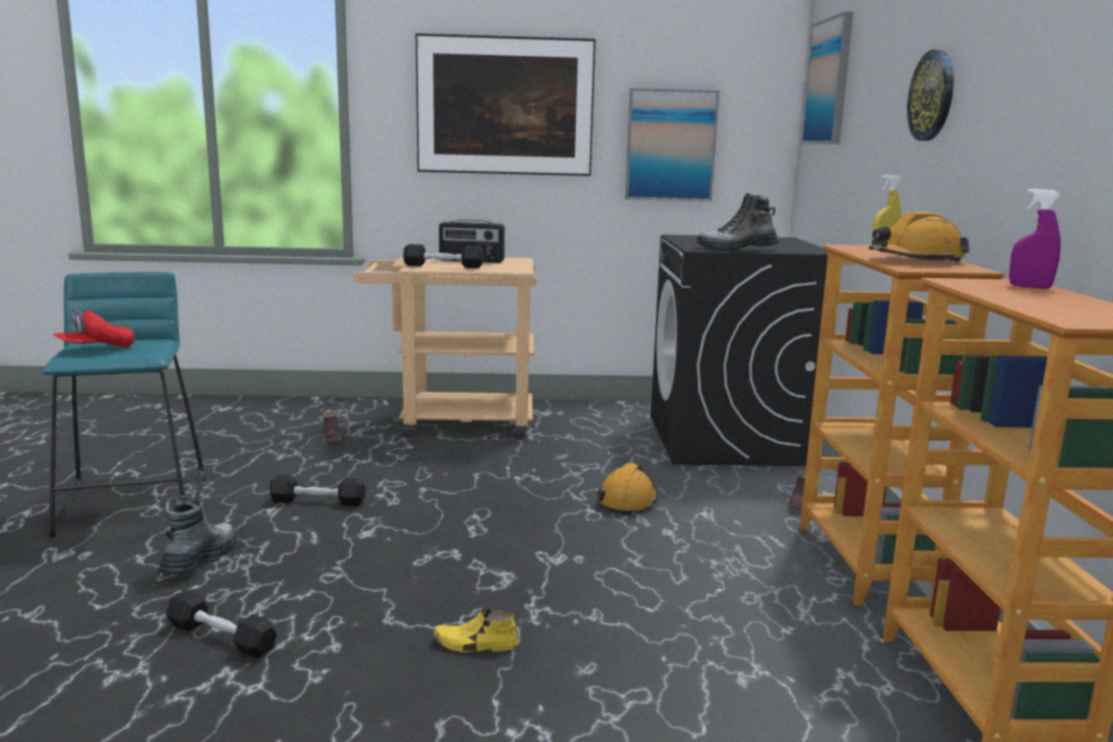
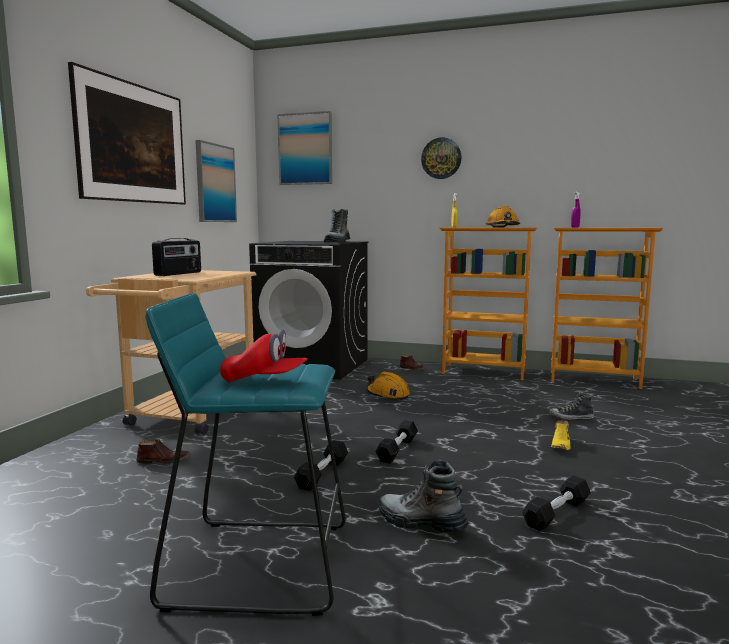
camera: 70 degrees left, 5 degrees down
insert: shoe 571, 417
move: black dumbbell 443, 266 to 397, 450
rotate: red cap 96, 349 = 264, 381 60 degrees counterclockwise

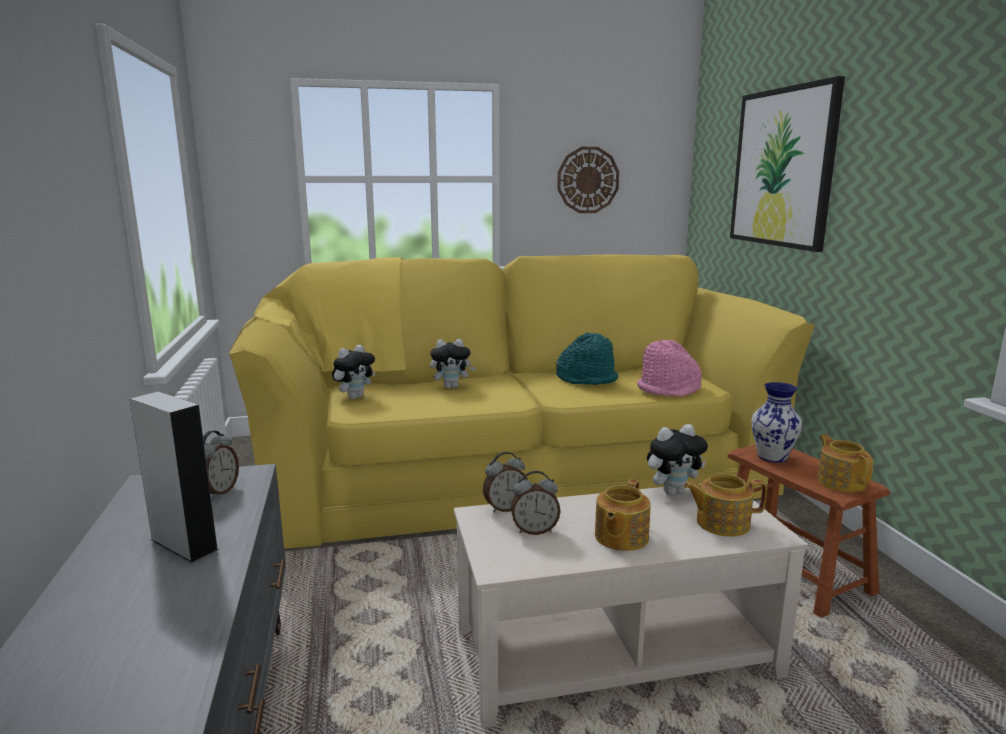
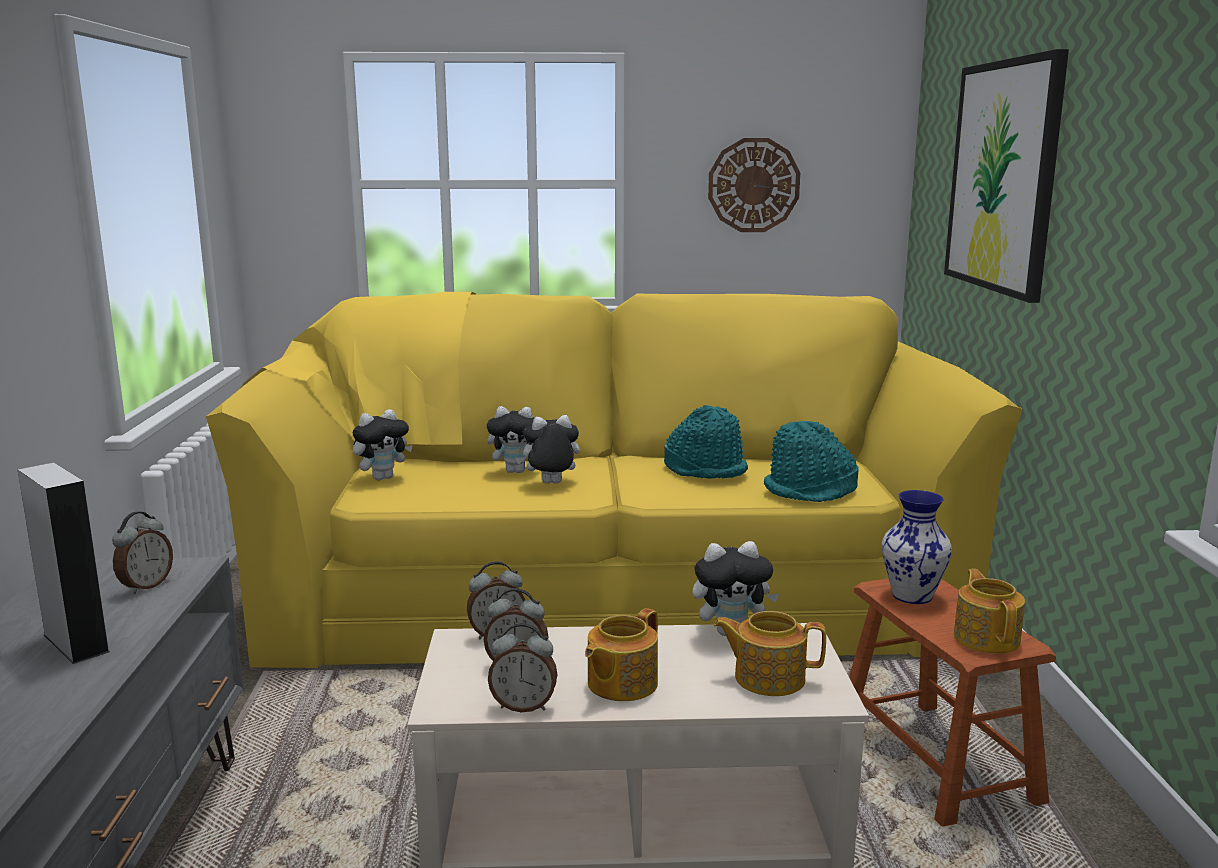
camera: 10 degrees right, 0 degrees up
insert: alarm clock 523, 706; plush toy 550, 484
recolor: pink hat 669, 389 to turquoise hat 810, 491

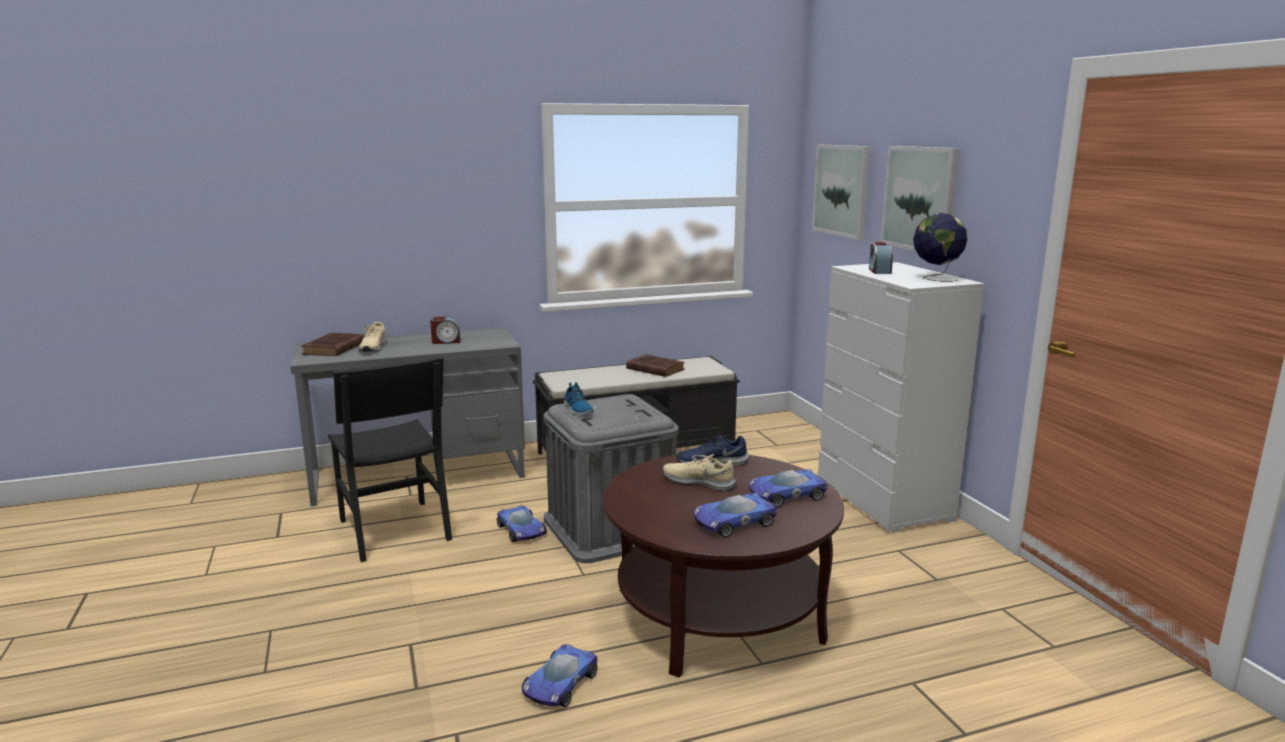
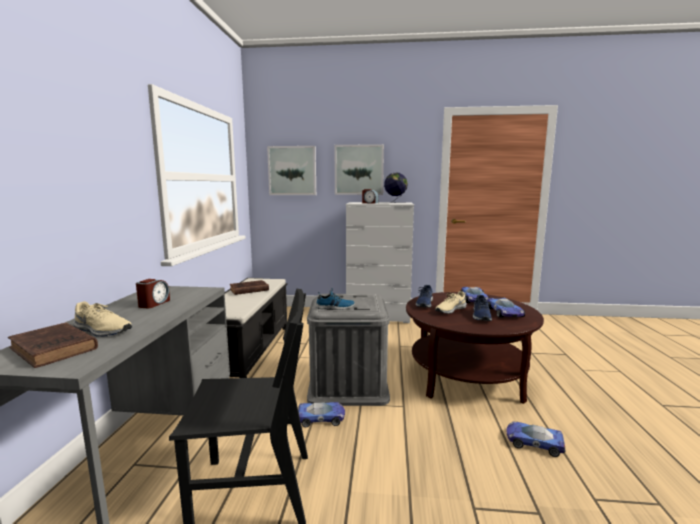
camera: 65 degrees left, 5 degrees down
insert: blue shoe 481, 316
rotate: toy car 559, 684 = 533, 442 150 degrees clockwise

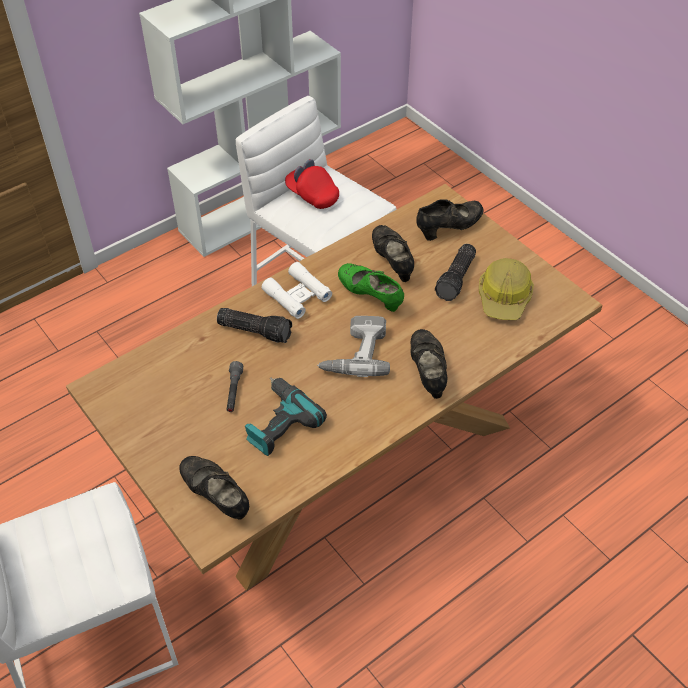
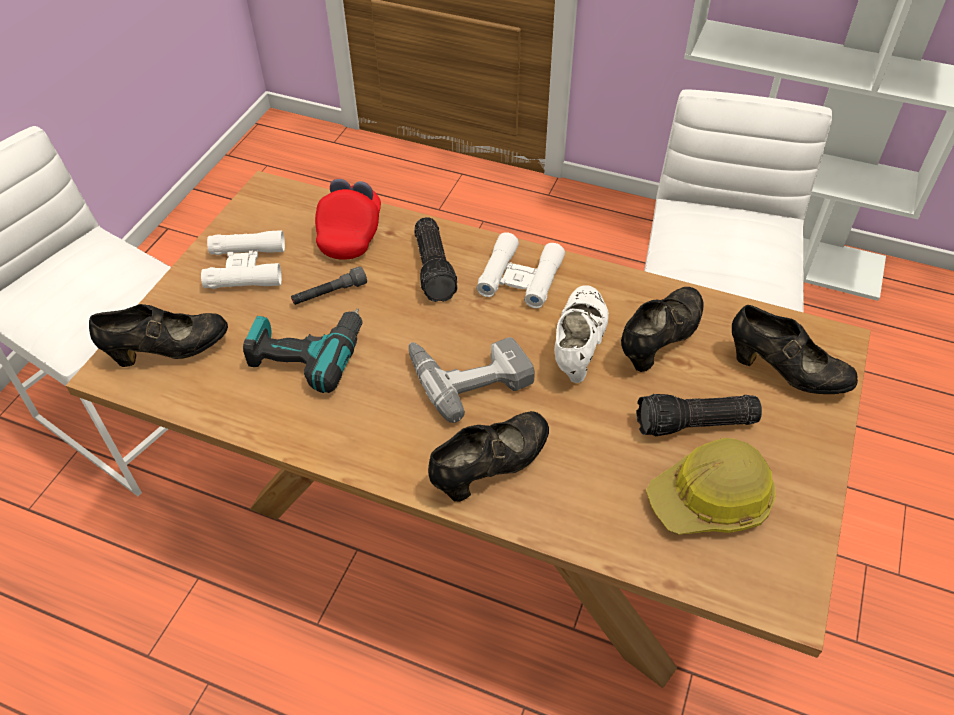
camera: 60 degrees right, 0 degrees up
insert: white binoculars 246, 267
move: red cap 312, 195 to 351, 233
recolor: green shoe 370, 296 to white shoe 578, 346
rotate: black shoe 216, 497 = 168, 351 60 degrees clockwise

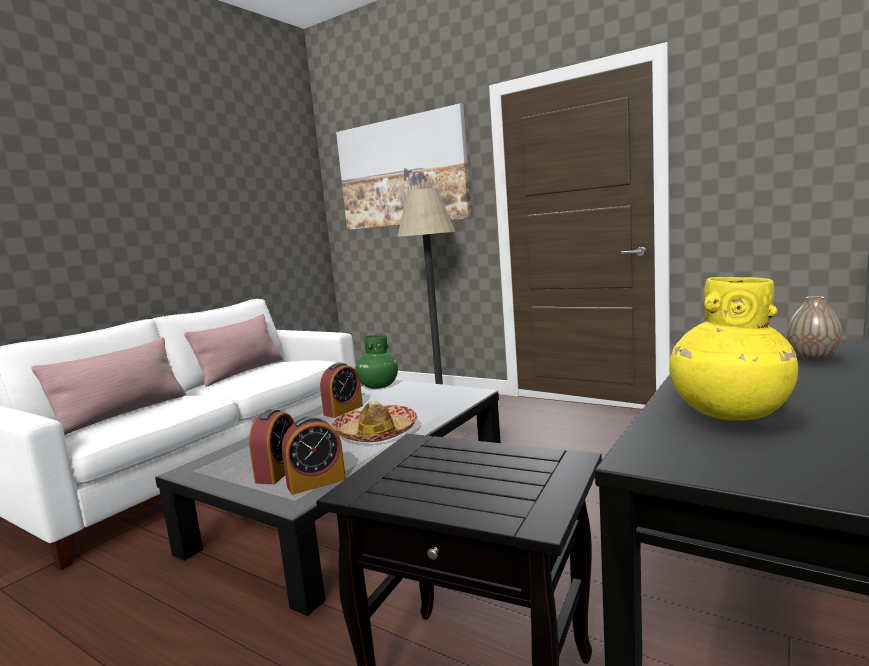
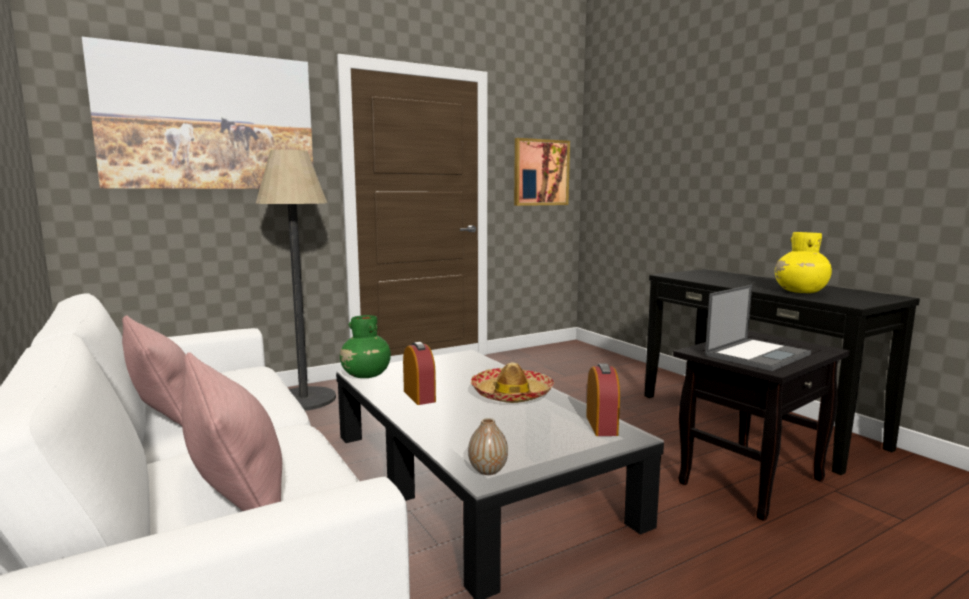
camera: 65 degrees left, 0 degrees up
delete: alarm clock 278, 472
insert: picture 541, 172; laptop 757, 354
move: vase 812, 357 to 488, 470

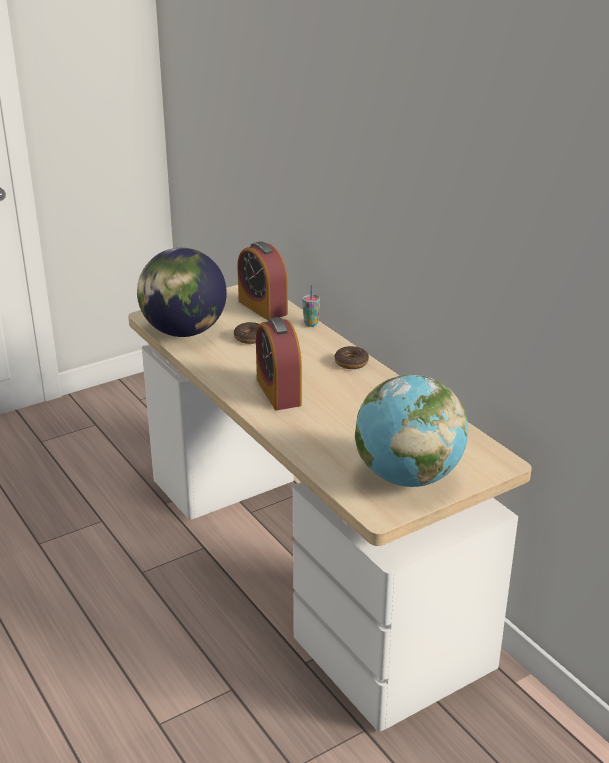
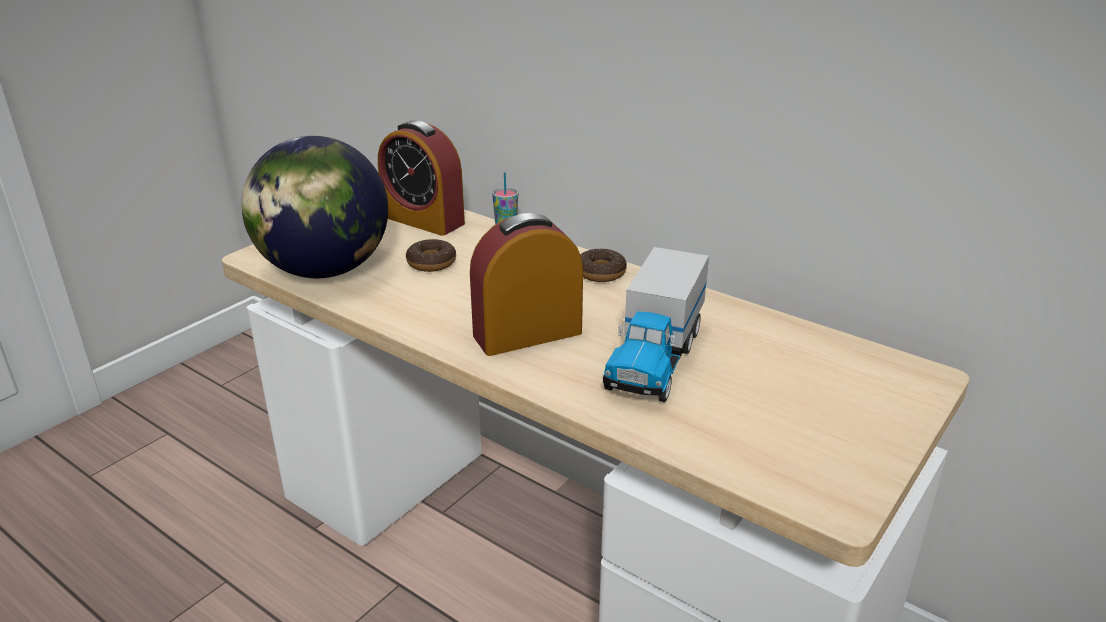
camera: 20 degrees left, 0 degrees up
delete: globe 408, 477
insert: toy truck 654, 359
rotate: alarm clock 278, 392 = 527, 334 105 degrees clockwise

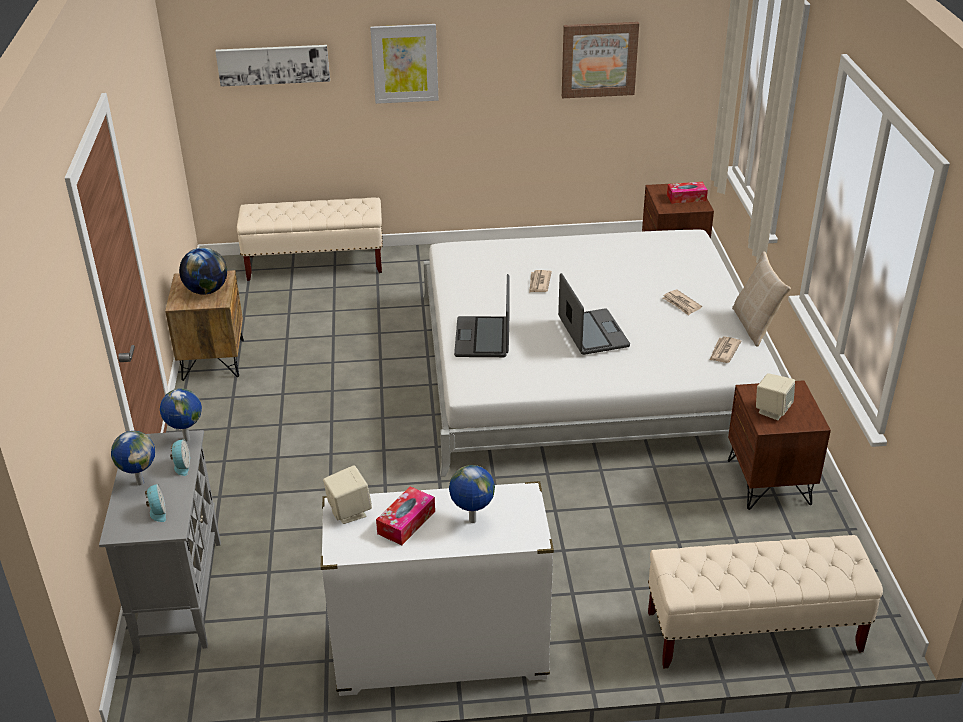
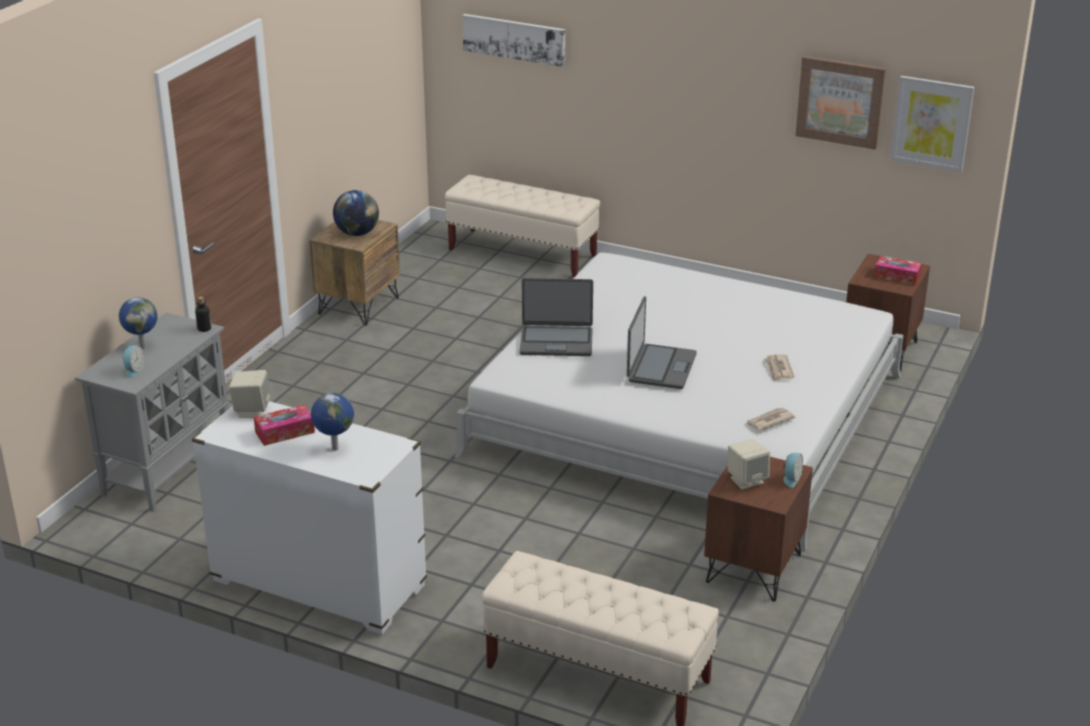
camera: 30 degrees right, 5 degrees down
delete: newspaper 539, 283; beige pillow 755, 326
move: alarm clock 181, 466 to 791, 478; picture 405, 63 to 931, 123
replace: globe 186, 439 to bottle 204, 329
rotate: laptop 483, 338 = 556, 342 120 degrees counterclockwise

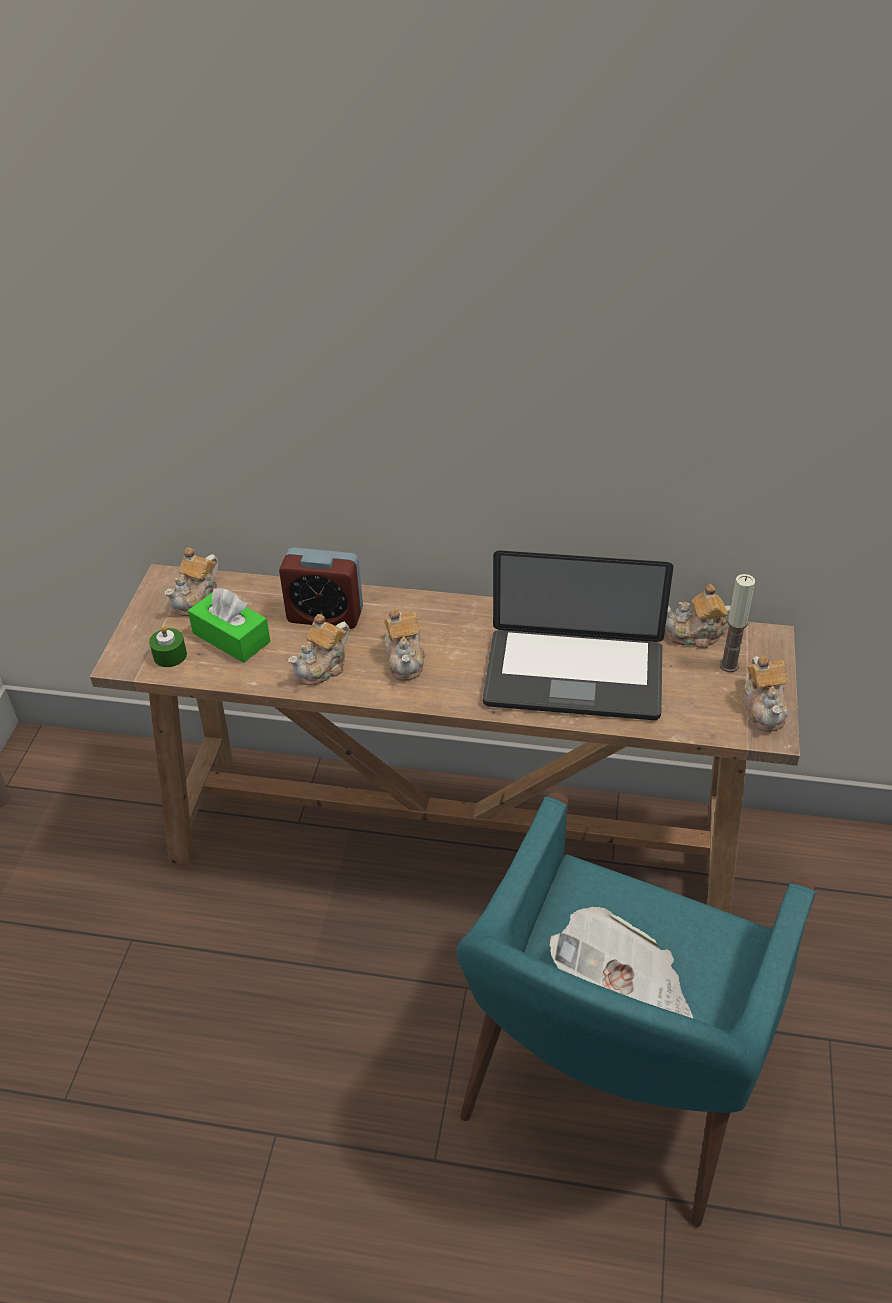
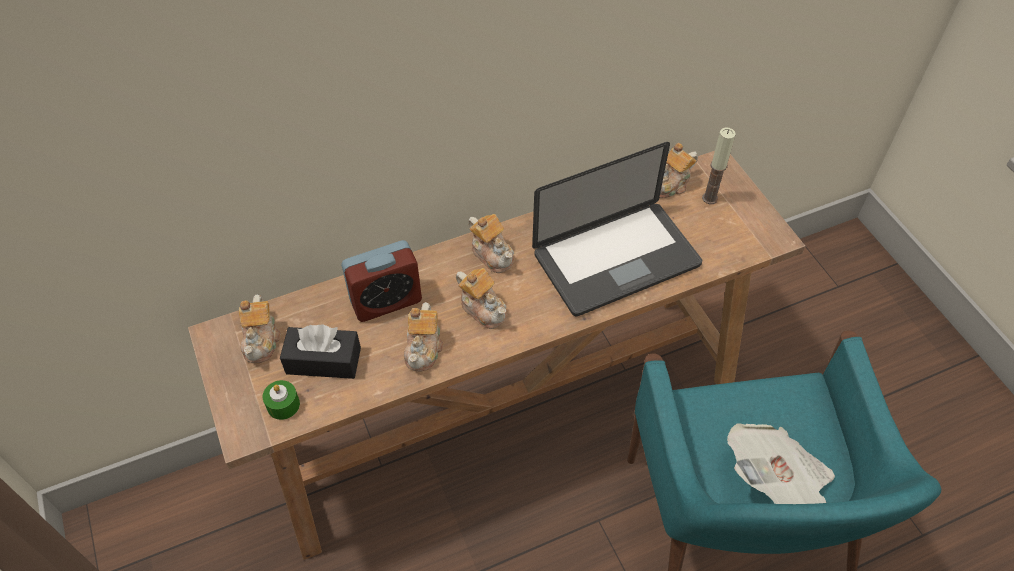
camera: 35 degrees left, 10 degrees up
move: teapot 764, 709 to 492, 254
recolor: green tissue box 231, 637 to black tissue box 323, 361

